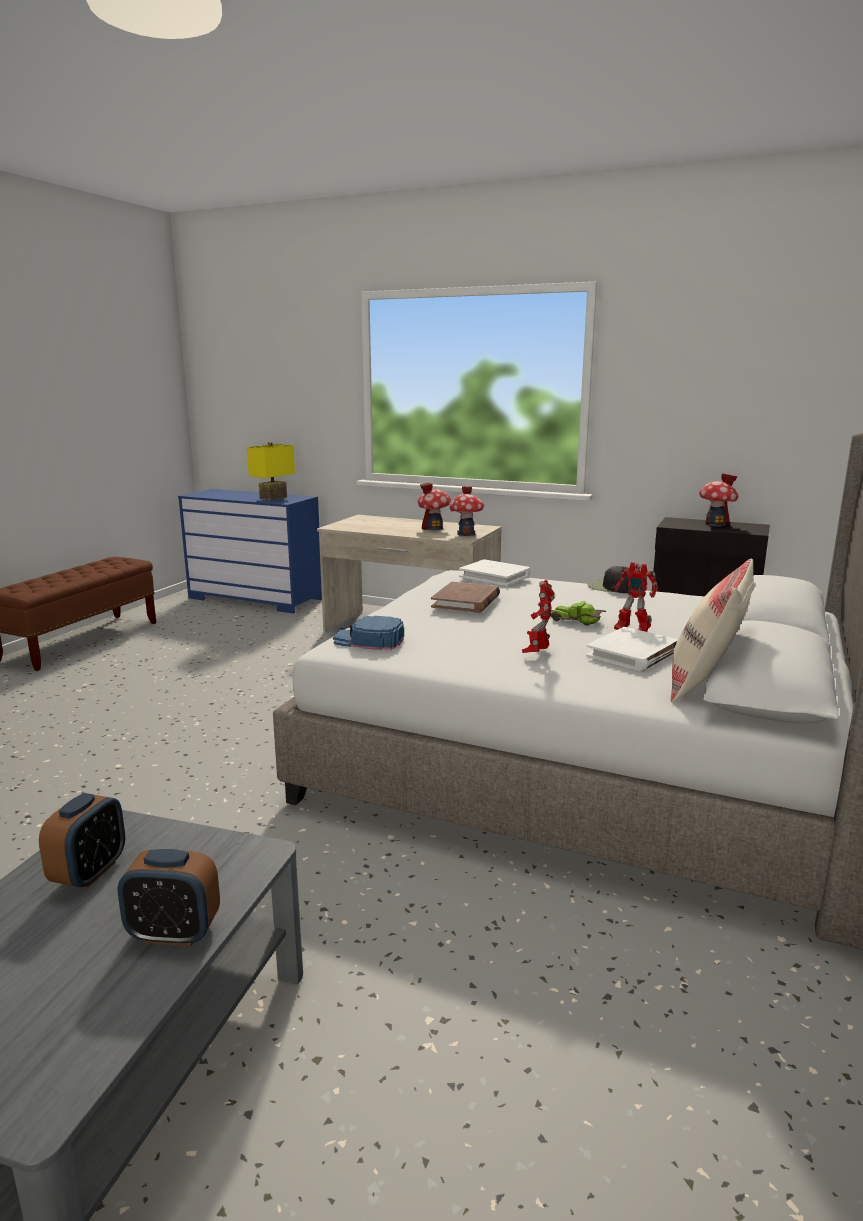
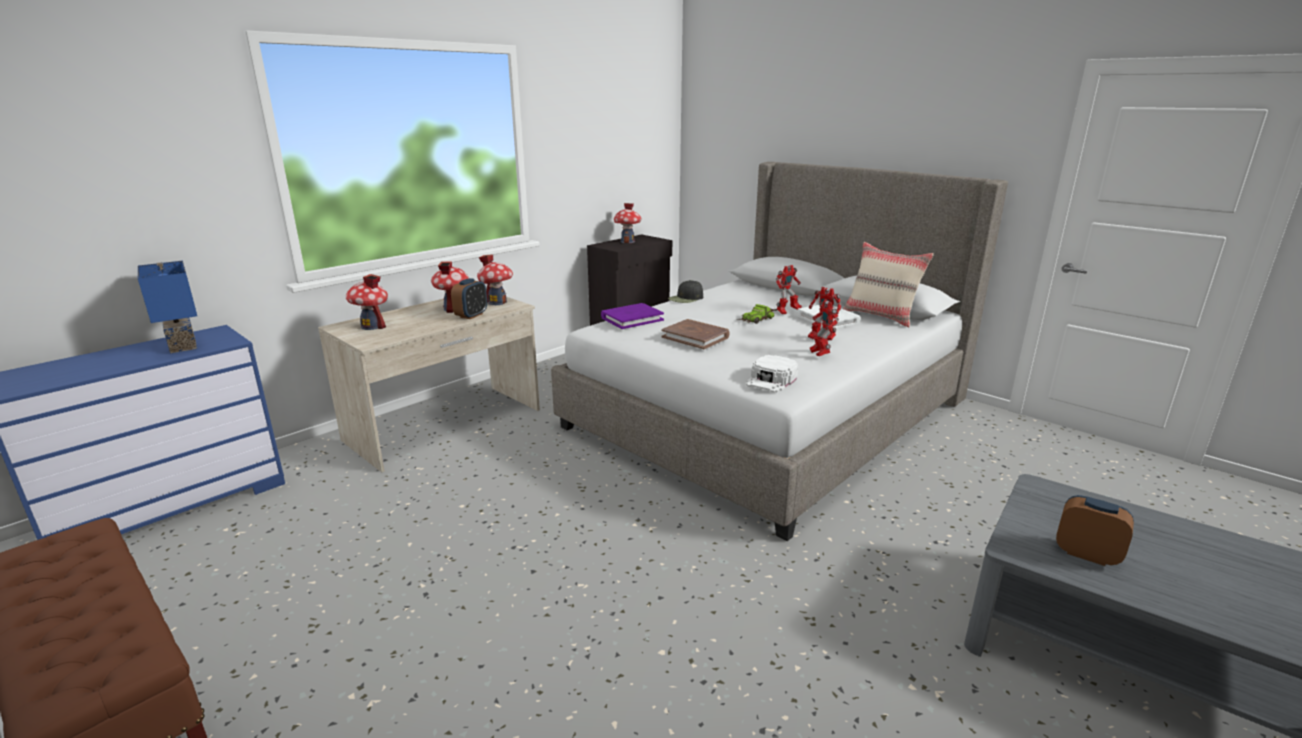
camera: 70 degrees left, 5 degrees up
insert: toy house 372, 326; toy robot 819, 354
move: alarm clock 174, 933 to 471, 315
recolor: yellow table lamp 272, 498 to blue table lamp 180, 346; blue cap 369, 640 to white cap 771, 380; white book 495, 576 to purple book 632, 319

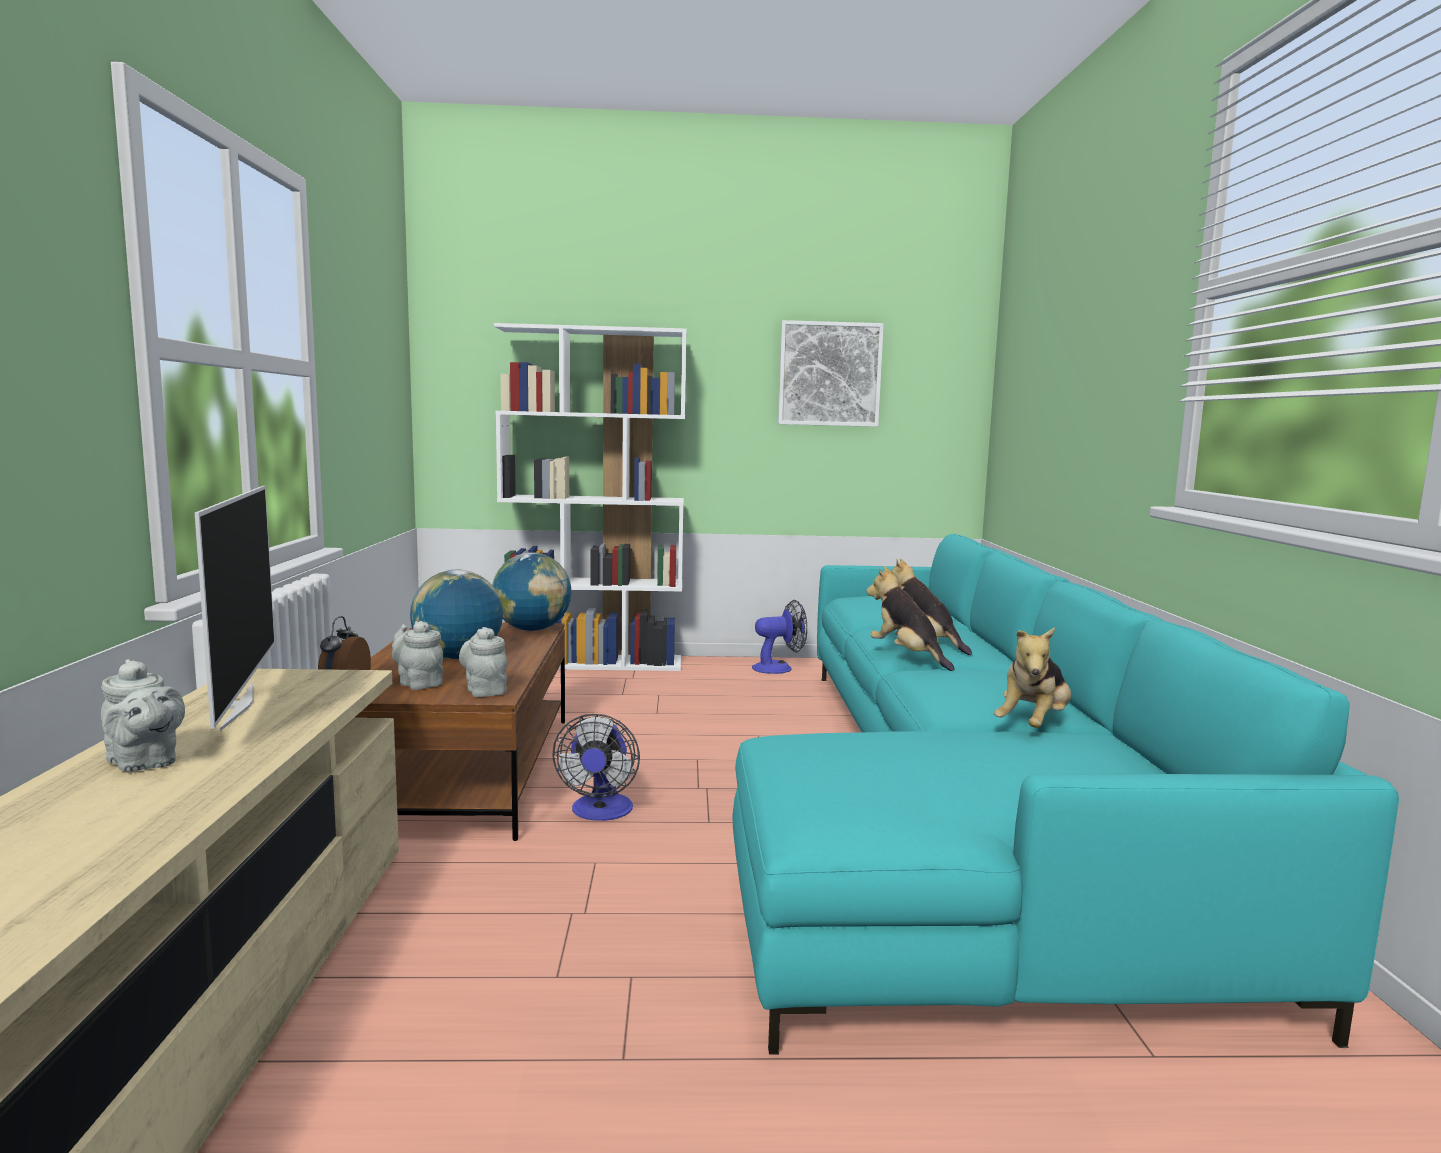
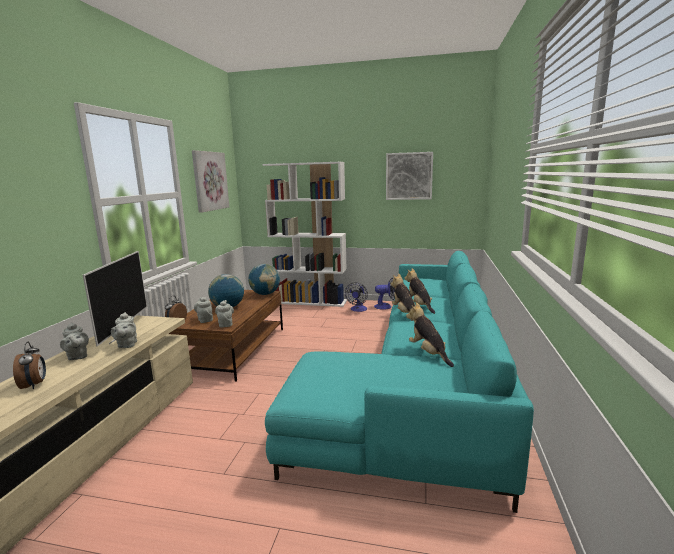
camera: 15 degrees right, 5 degrees up
insert: alarm clock 34, 385; grey teapot 127, 345; picture 210, 181
move: fan 600, 812 to 358, 310
rotate: plush toy 1033, 725 = 428, 353 105 degrees clockwise

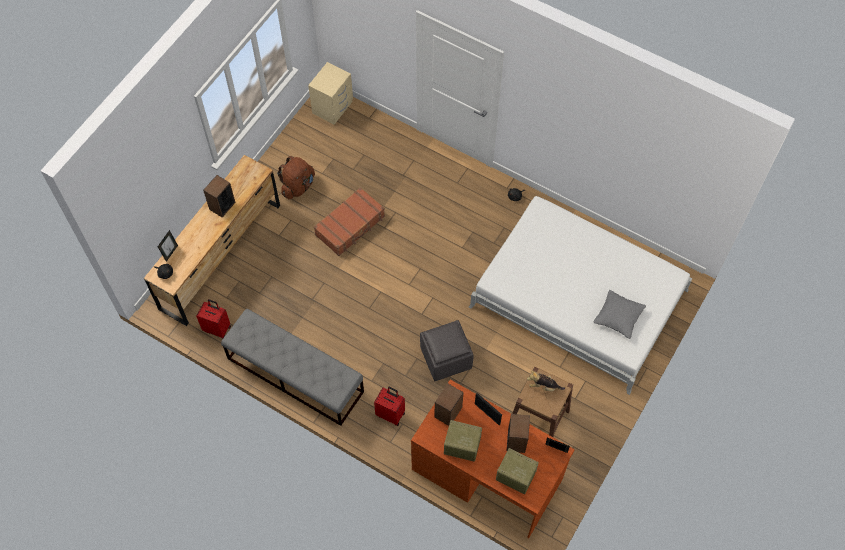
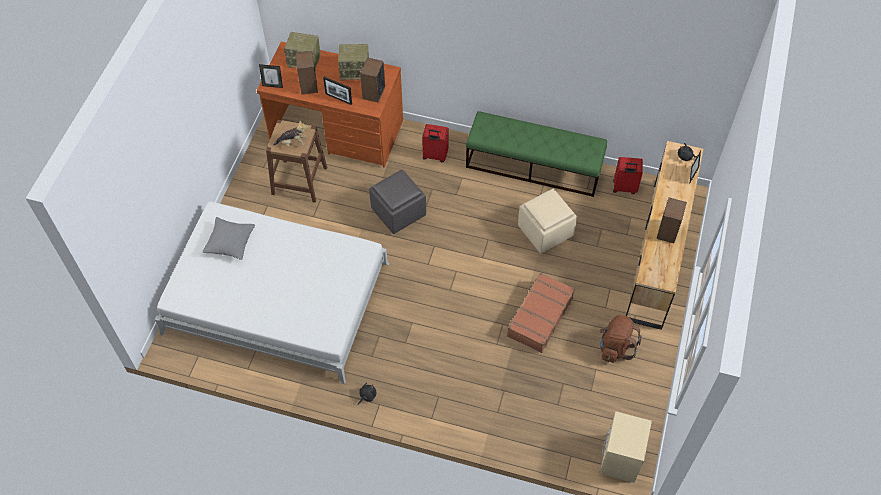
camera: 165 degrees right, 5 degrees down
insert: beige ottoman 546, 231
recolor: grey bench 295, 375 to green bench 534, 166

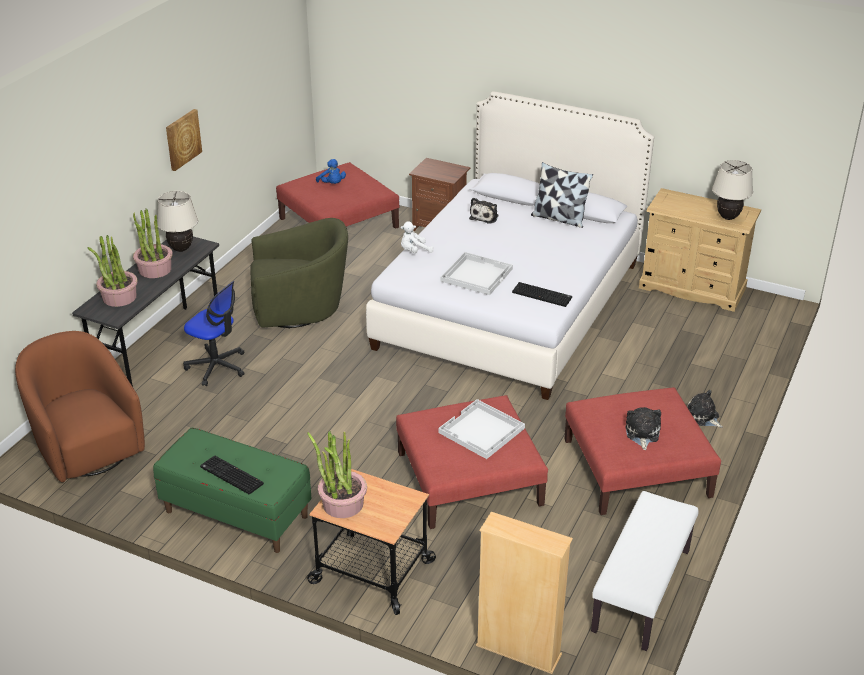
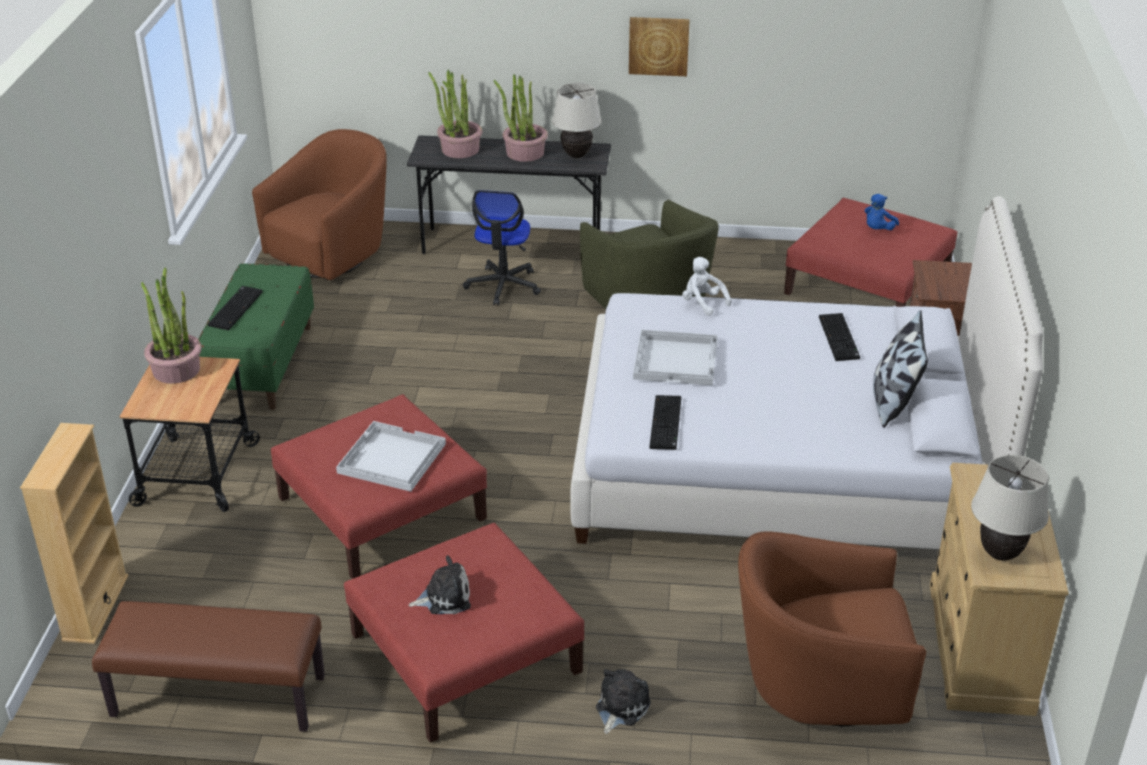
camera: 70 degrees right, 0 degrees up
insert: brown armchair 820, 683
replace: plush toy 485, 217 to keyboard 840, 338
recolor: white bench 642, 591 to brown bench 217, 697

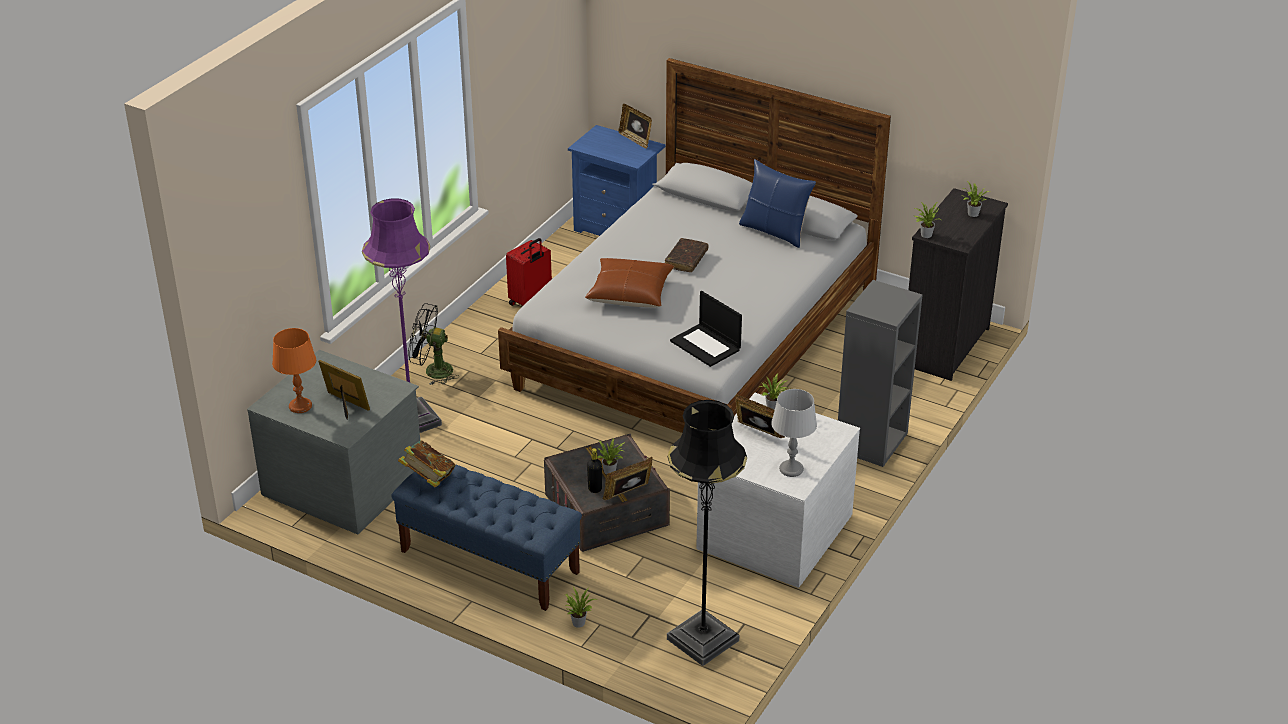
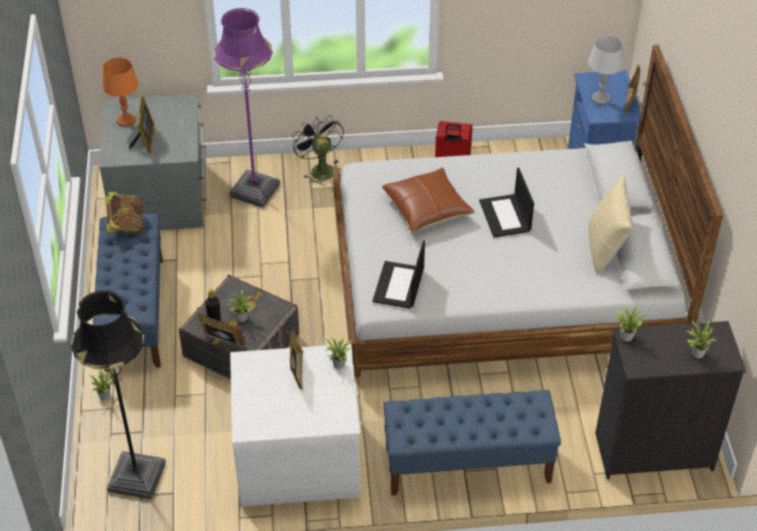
camera: 55 degrees right, 10 degrees up
move: grey table lamp 791, 469 to 600, 98
replace: brown book 686, 260 to laptop 505, 216; grey bookcase 872, 442 to blue bench 467, 465
recolor: blue pillow 774, 231 to beige pillow 605, 247

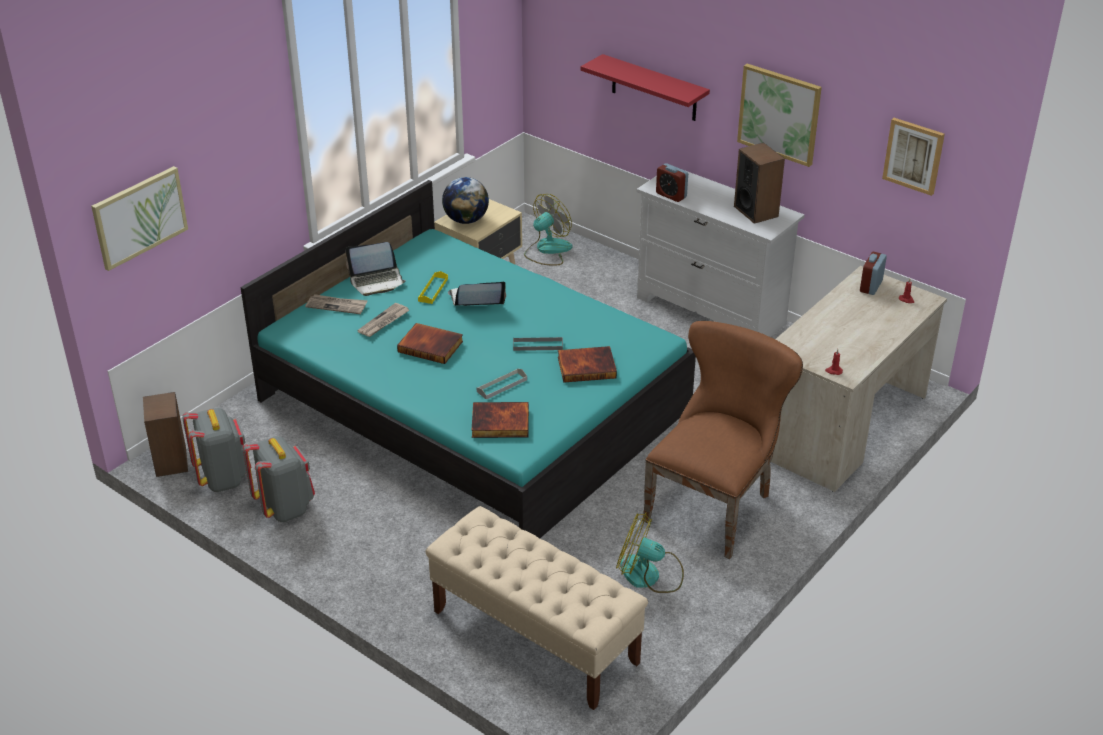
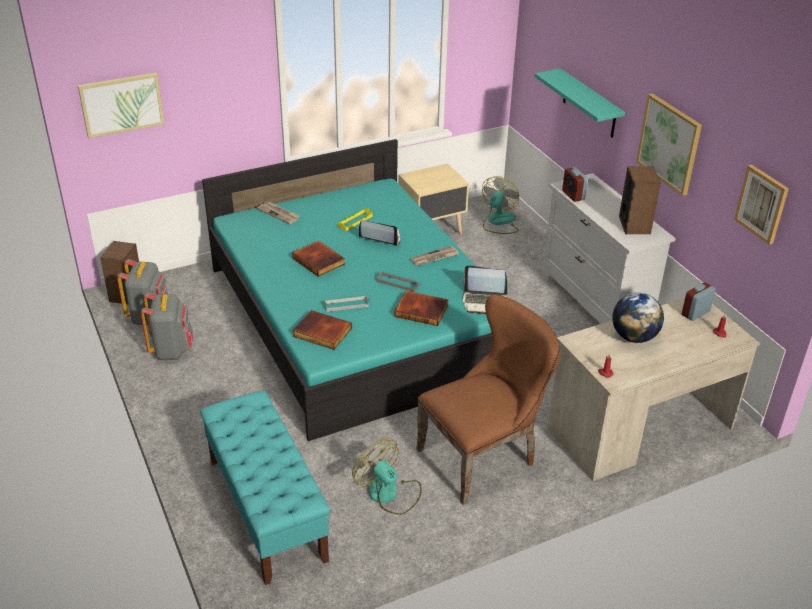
camera: 25 degrees right, 0 degrees up
move: laptop 377, 281 to 485, 302; newspaper 384, 322 to 434, 258; globe 466, 220 to 634, 337
recolor: beige bench 534, 636 to turquoise bench 266, 509; red shelf 654, 88 to turquoise shelf 589, 104
rotate: fan 547, 250 = 498, 222 45 degrees counterclockwise

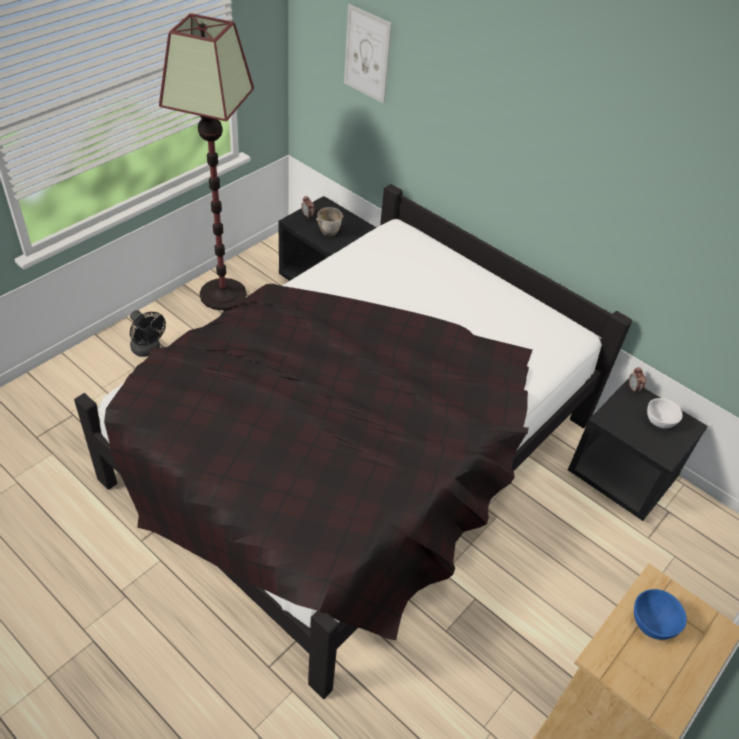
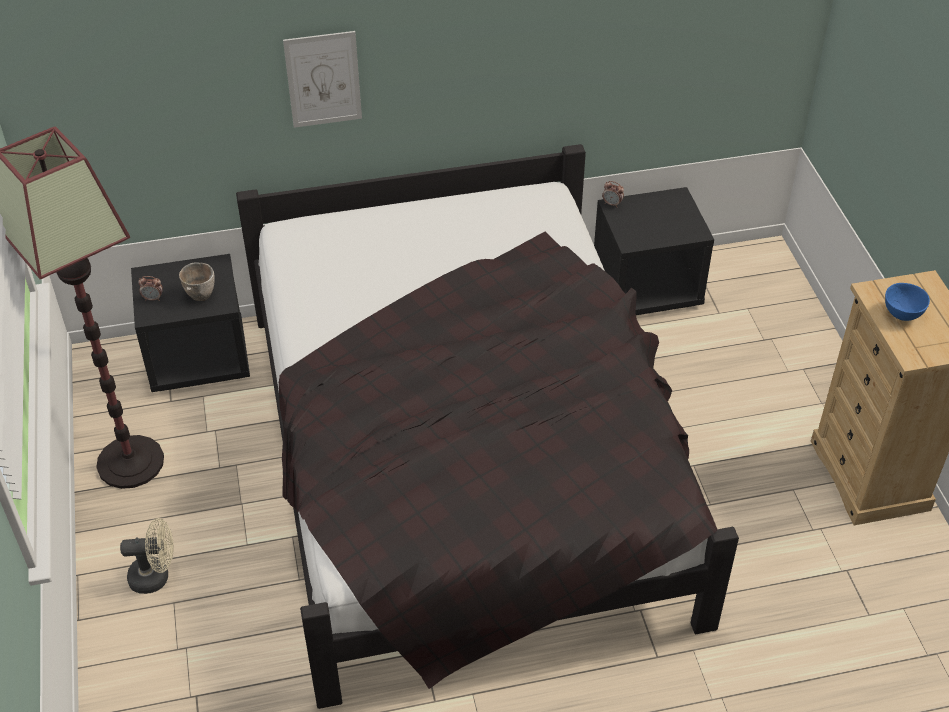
camera: 50 degrees left, 0 degrees up
delete: white bowl 659, 422
move: picture 367, 54 to 323, 79
recolor: black fan 148, 350 to beige fan 156, 576

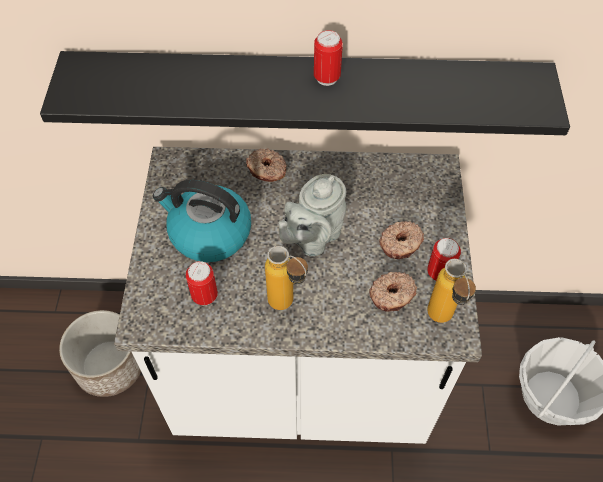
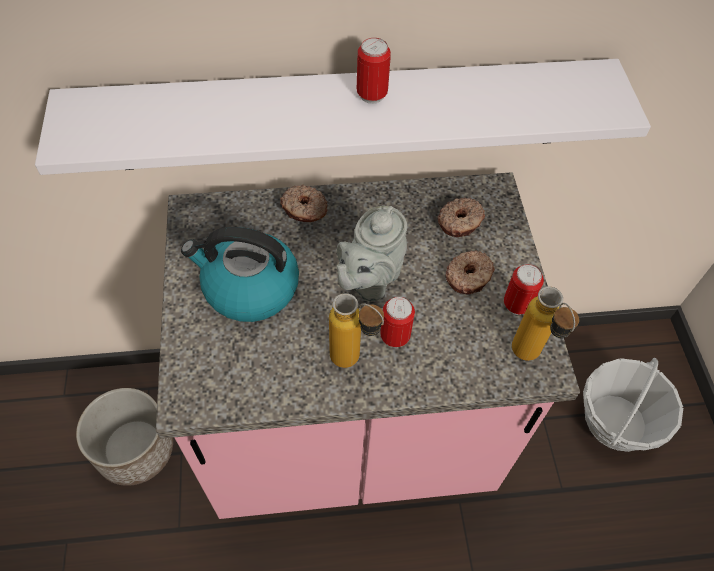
camera: 10 degrees left, 0 degrees up
move: can 205, 296 to 395, 337; donut 392, 295 to 460, 222
recolor: black shelf 305, 92 to white shelf 342, 116; white counter 301, 378 to pink counter 351, 435

